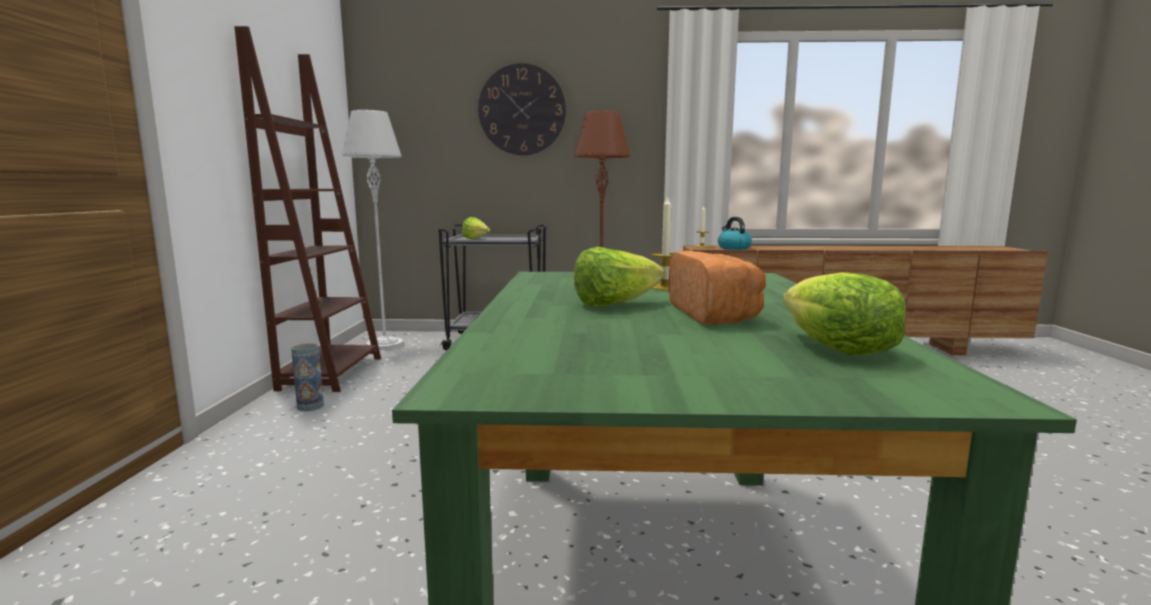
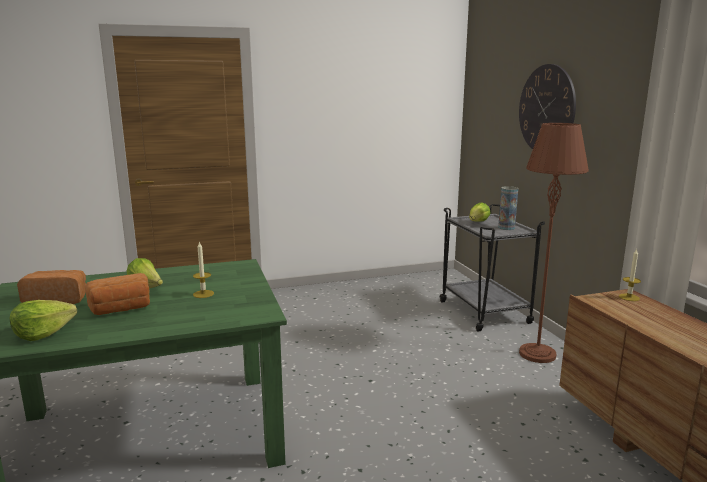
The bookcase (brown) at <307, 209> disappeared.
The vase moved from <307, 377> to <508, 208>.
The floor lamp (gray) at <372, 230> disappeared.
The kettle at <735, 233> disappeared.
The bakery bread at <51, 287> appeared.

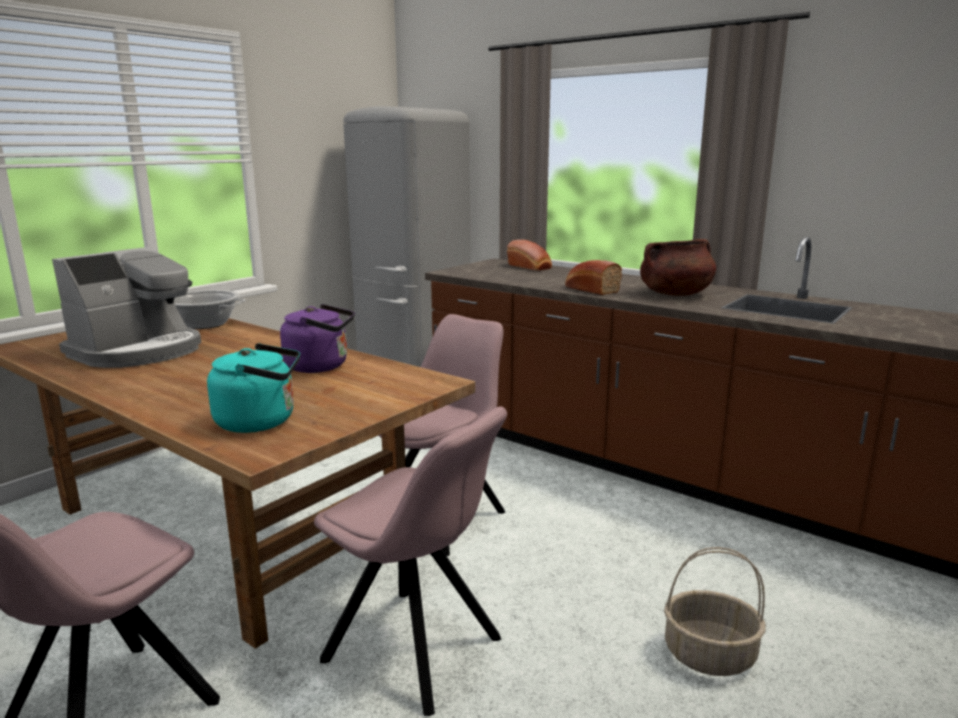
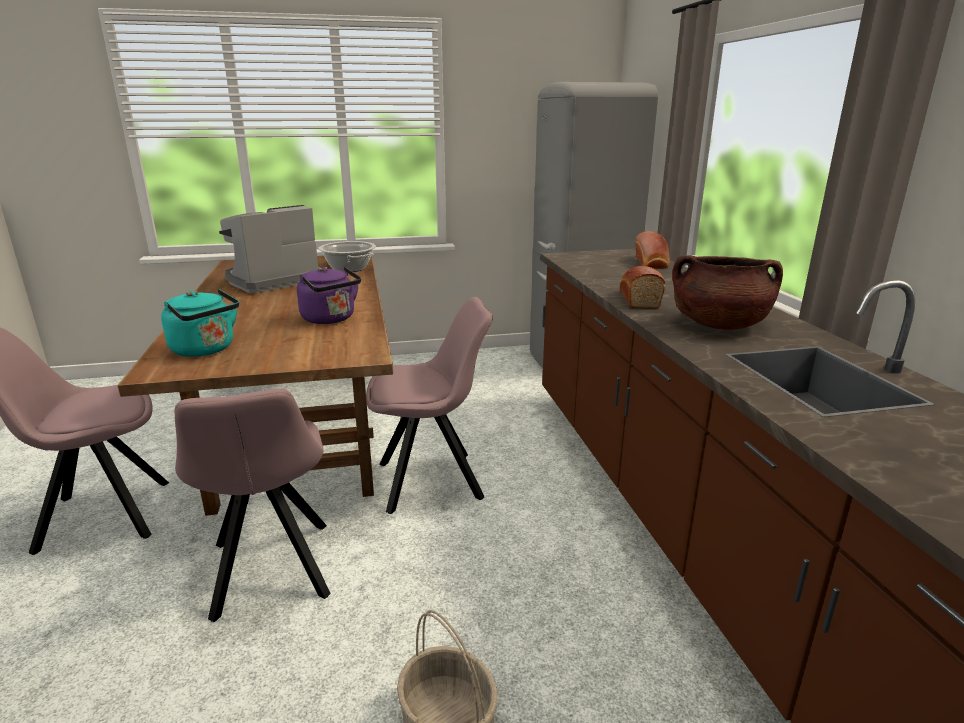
The coffee maker at <126, 307> turned 150 degrees clockwise.

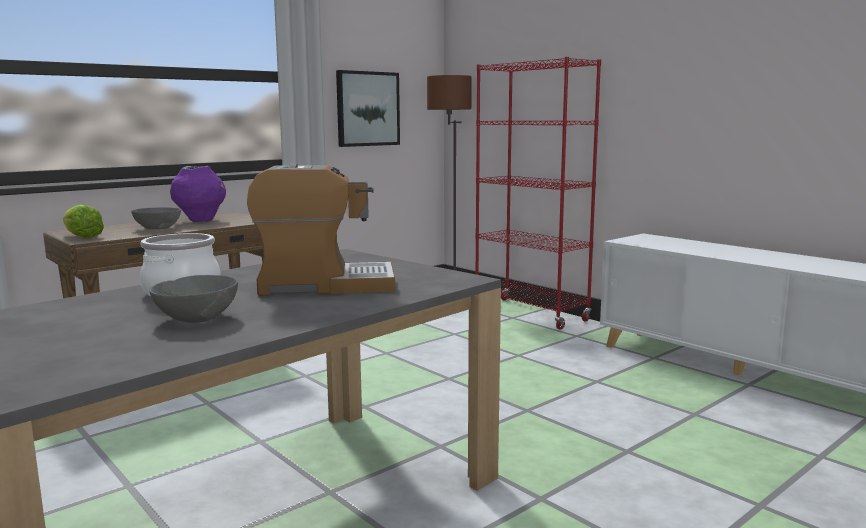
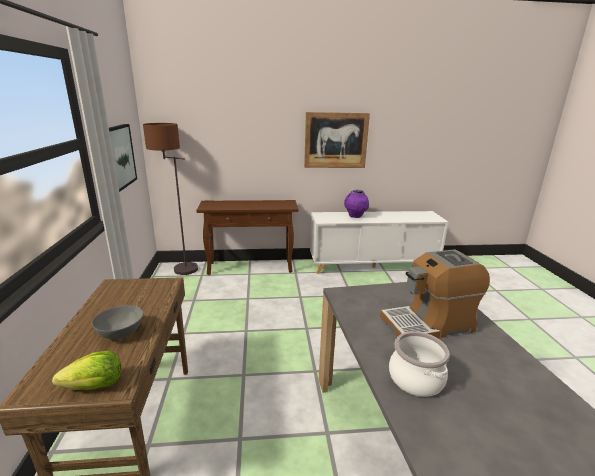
The bowl (gray) at <193, 299> disappeared.
The vase (purplish) moved from <198, 194> to <356, 204>.
The coffee maker at <321, 229> turned 135 degrees counterclockwise.
The bookcase (reddish) at <538, 193> was replaced by the narrow table (brown) at <247, 237>.
The picture at <337, 140> appeared.

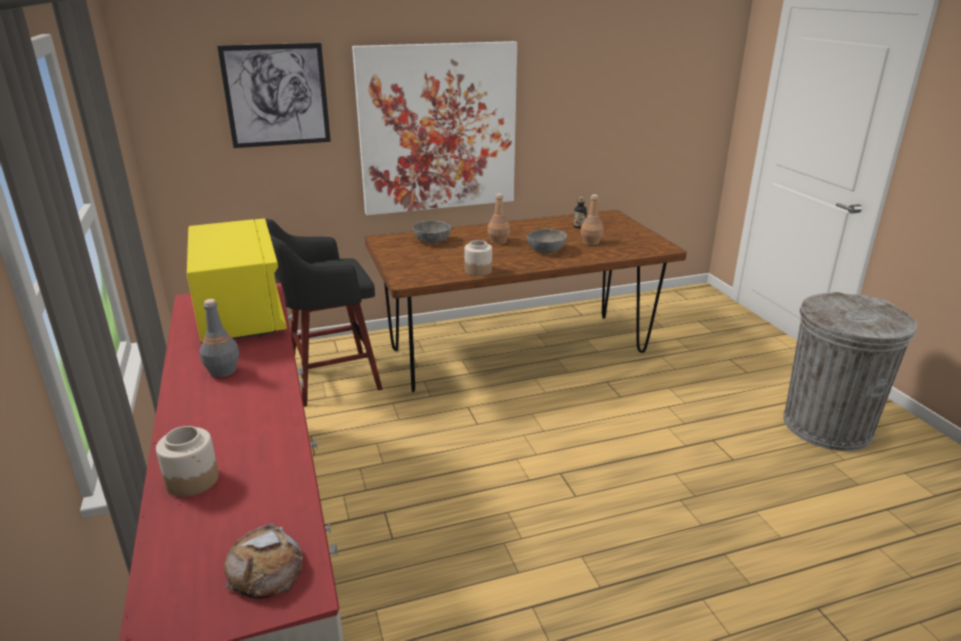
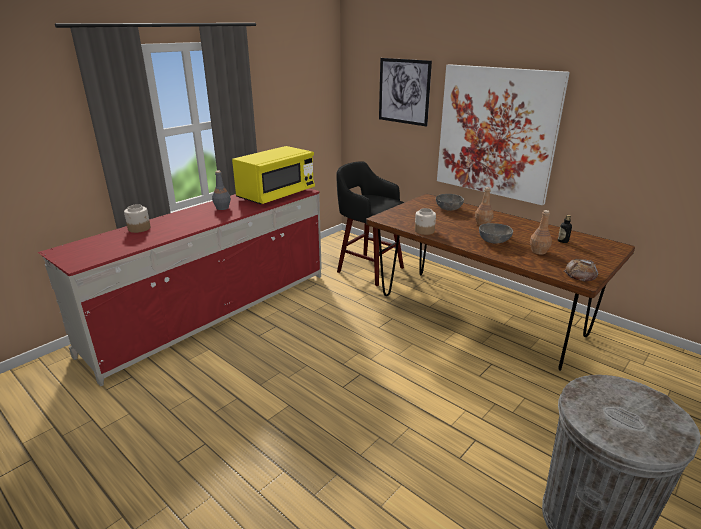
The bakery bread moved from <263, 561> to <581, 270>.

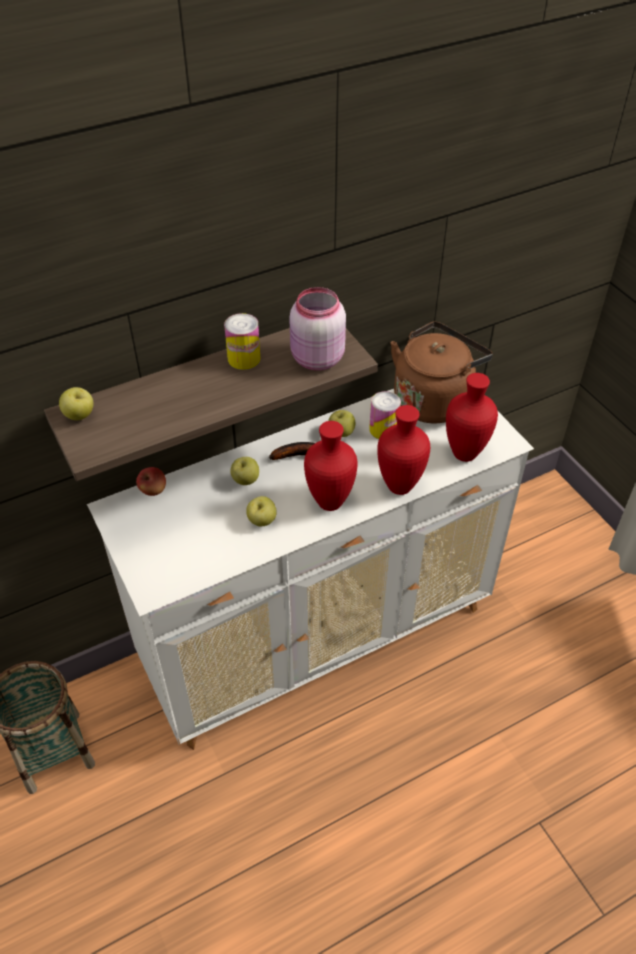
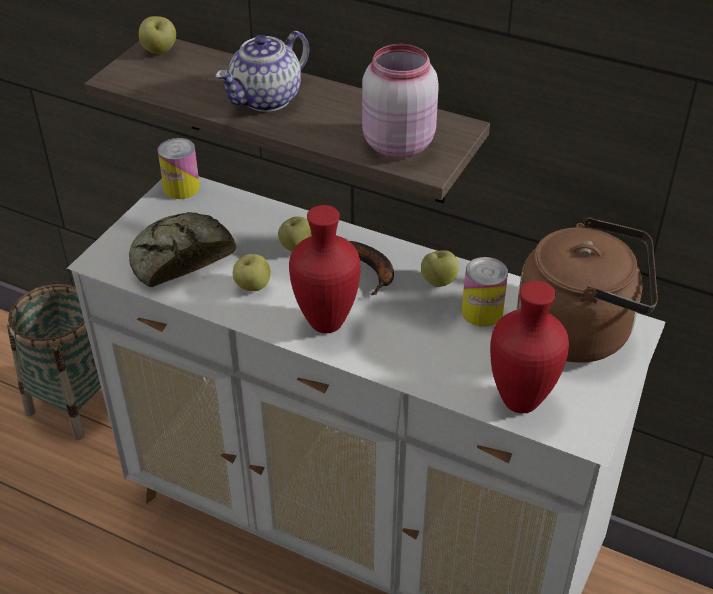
The apple fruit at <151, 481> disappeared.
The sealed can moved from <242, 341> to <179, 168>.
The vase (reddish) at <403, 450> disappeared.
The bakery bread at <182, 249> appeared.
The teapot at <262, 71> appeared.

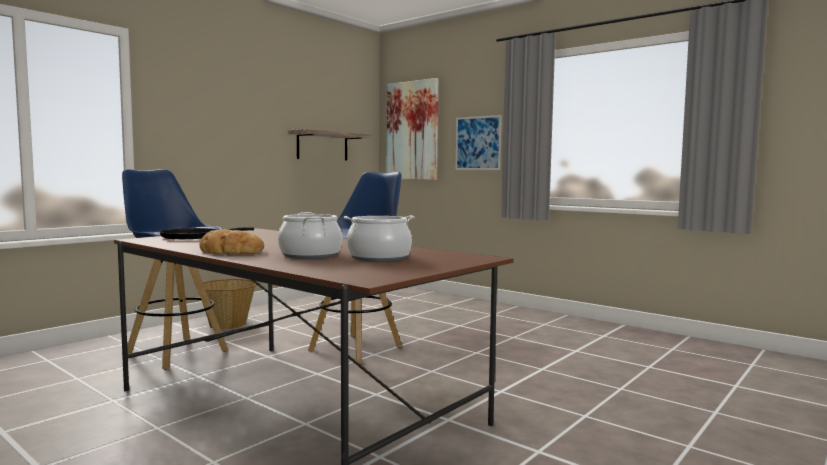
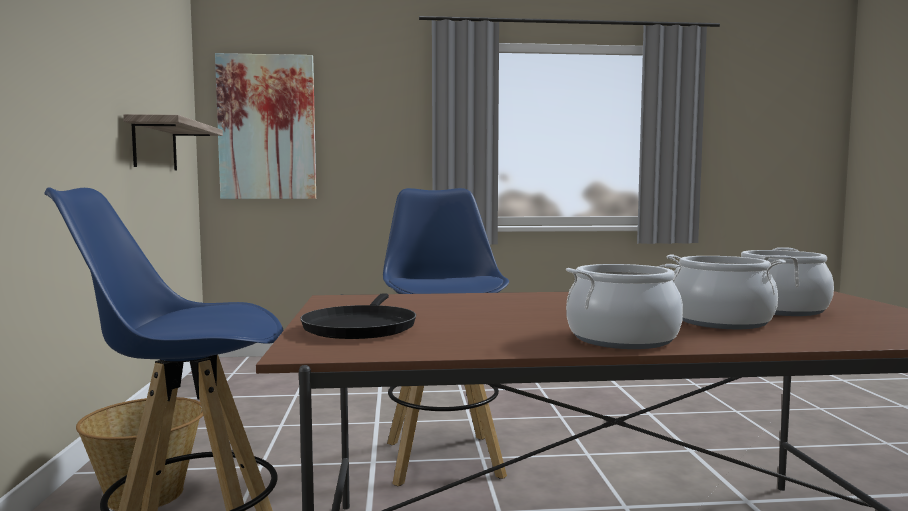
The bakery bread at <231, 241> was replaced by the saucepot at <624, 306>.
The picture at <478, 142> disappeared.

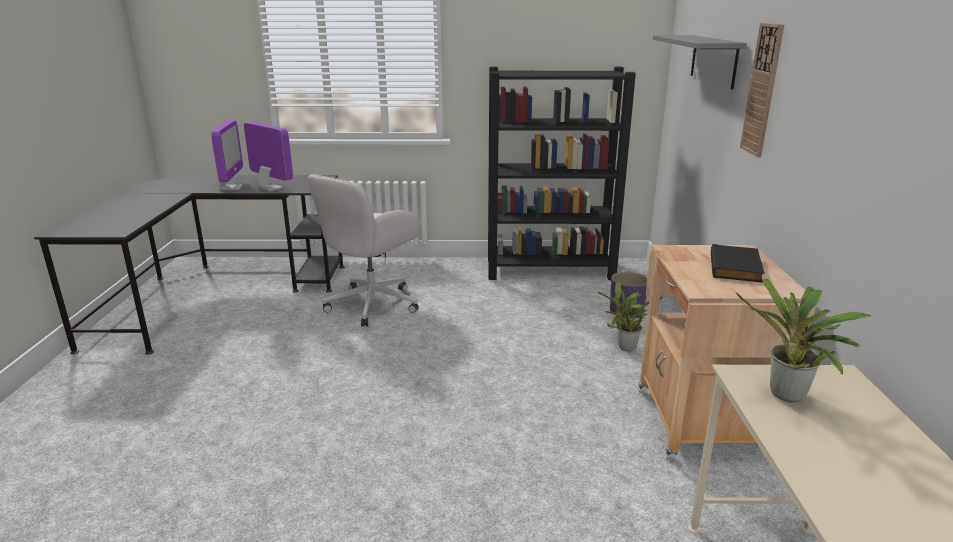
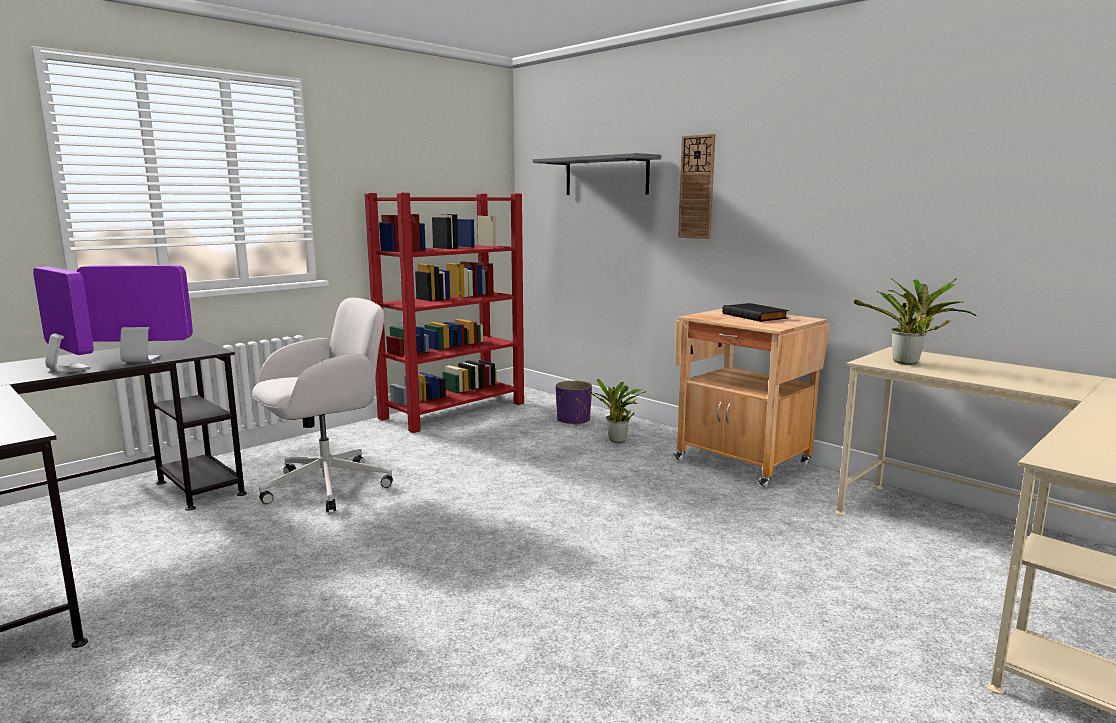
The computer chair (whitish) at <363, 250> turned 120 degrees counterclockwise.
The bookcase (blackish) at <562, 173> became the bookcase (reddish) at <444, 313>.

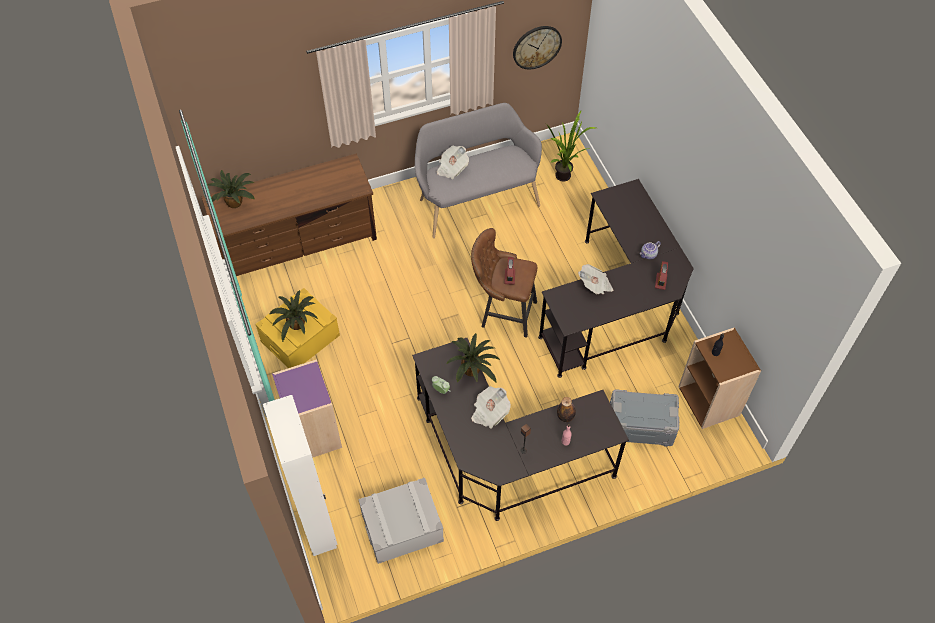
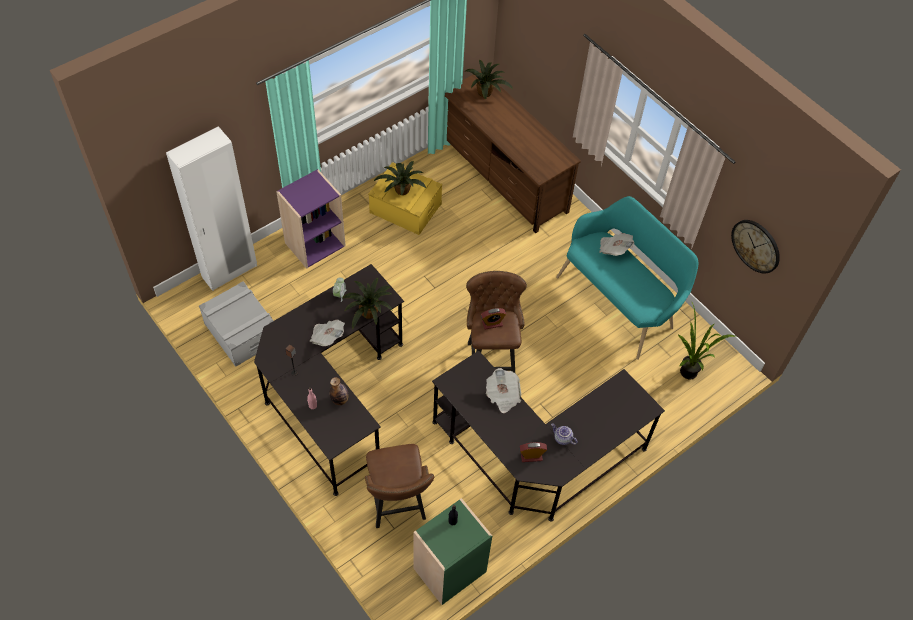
The indoor bench (gray) at <478, 170> became the indoor bench (blue-green) at <627, 278>.
The storage box (gray) at <644, 418> was replaced by the stool (brown) at <399, 486>.
The bookcase (brown) at <719, 378> became the bookcase (green) at <453, 551>.

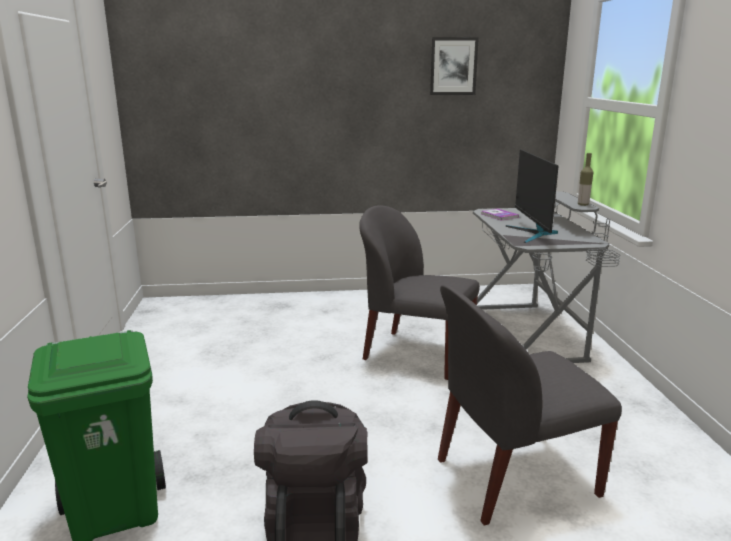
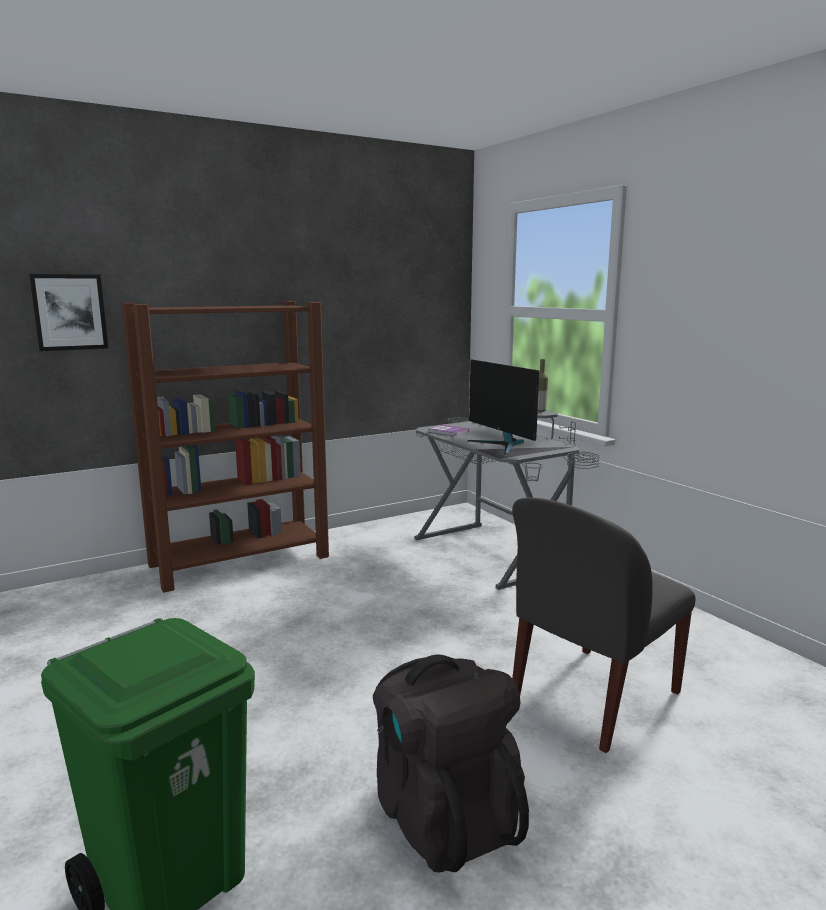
The plain chair (gray) at <419, 292> disappeared.
The picture moved from <454, 66> to <68, 312>.
The bookcase (brown) at <225, 446> appeared.

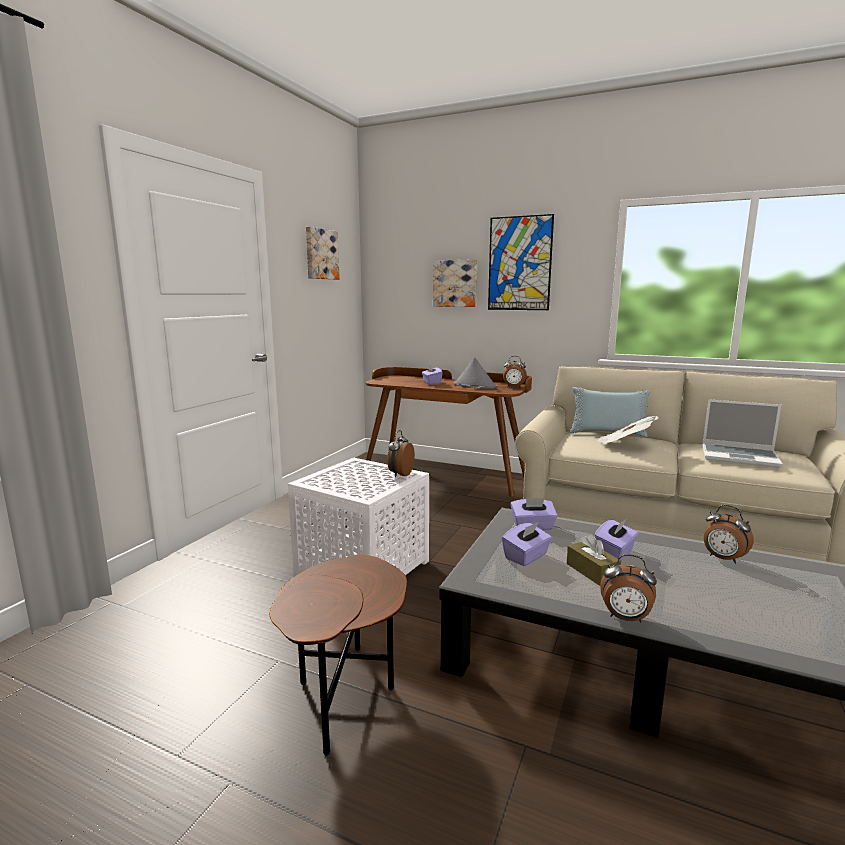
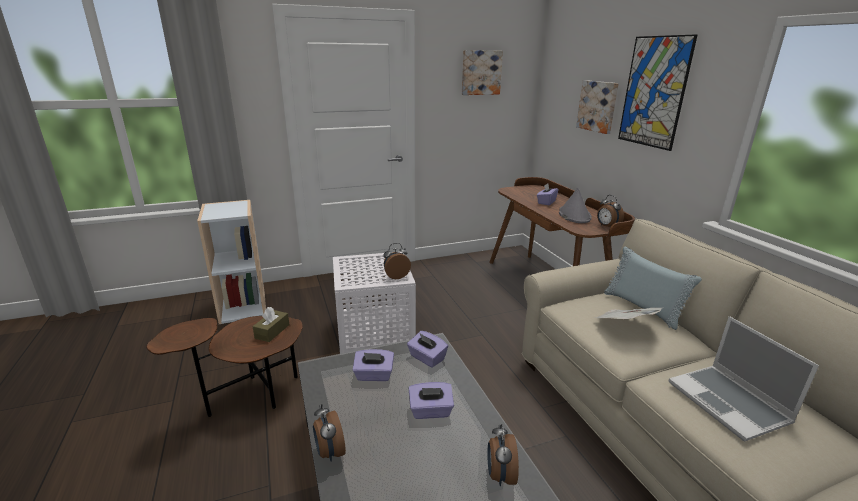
The tissue holder (brown) moved from <594, 560> to <271, 324>.
The bookcase at <231, 262> appeared.

